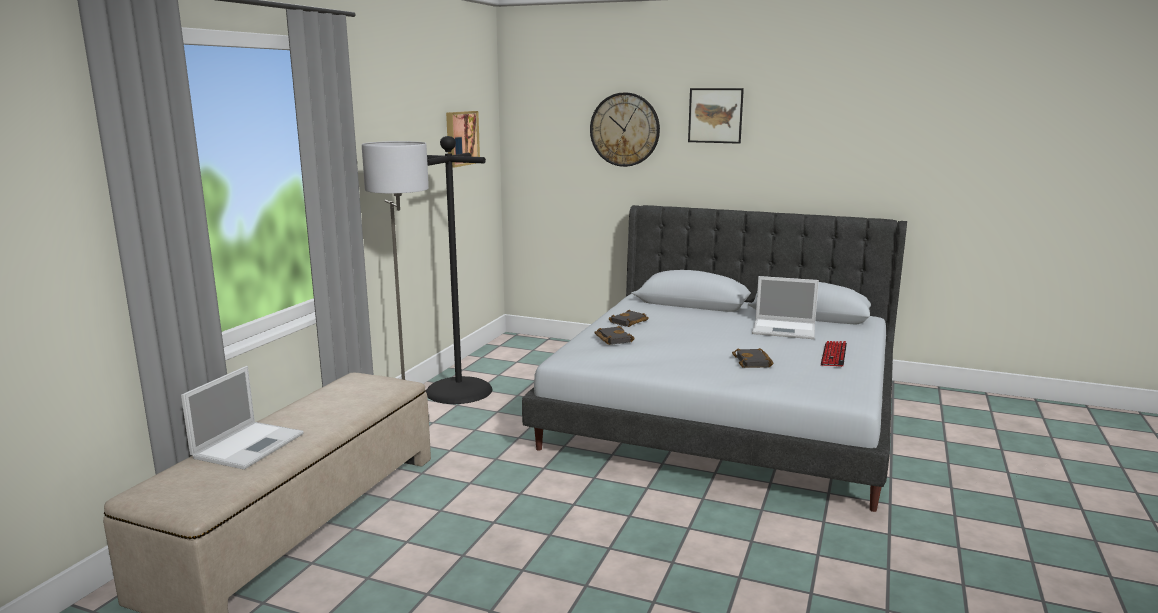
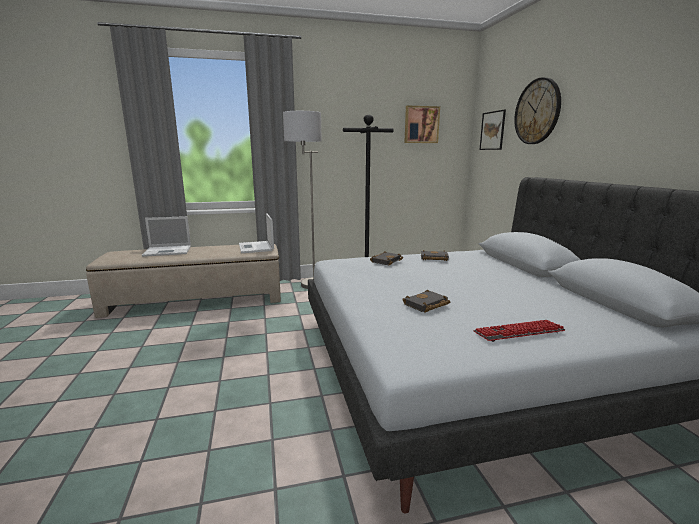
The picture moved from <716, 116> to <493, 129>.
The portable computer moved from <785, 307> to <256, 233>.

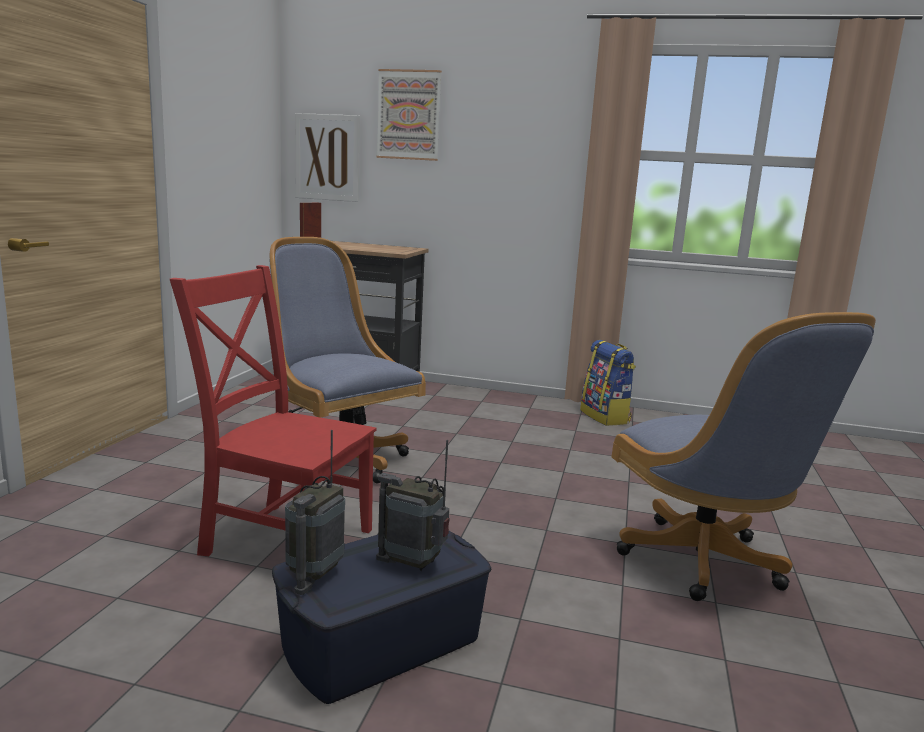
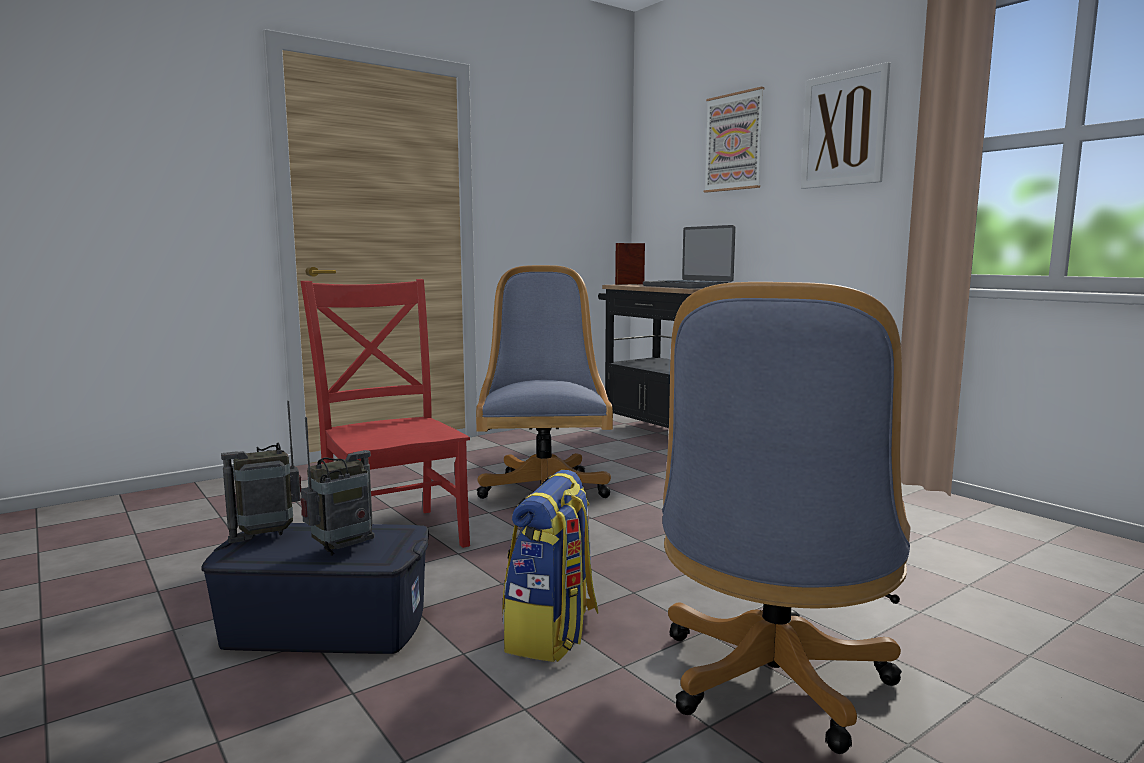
The picture moved from <327, 157> to <845, 125>.
The radio receiver at <413, 505> turned 75 degrees clockwise.
The backpack moved from <608, 383> to <550, 566>.
The portable computer at <689, 257> appeared.

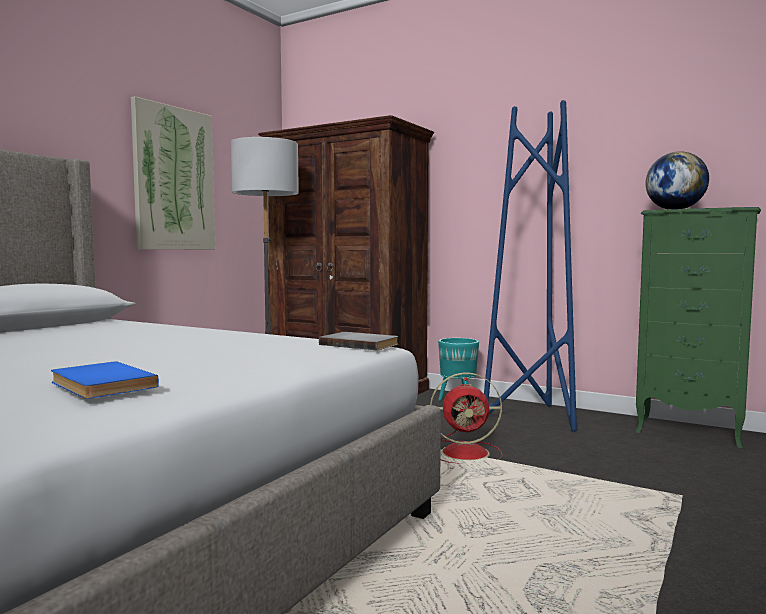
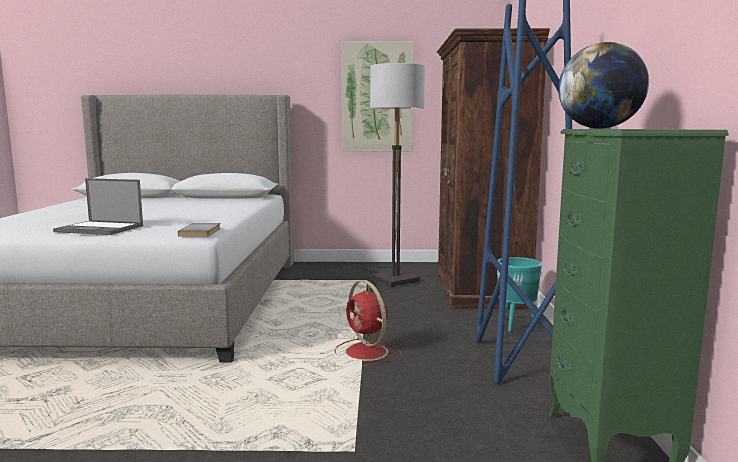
The bound book (blue) at <105, 380> disappeared.
The portable computer at <98, 206> appeared.

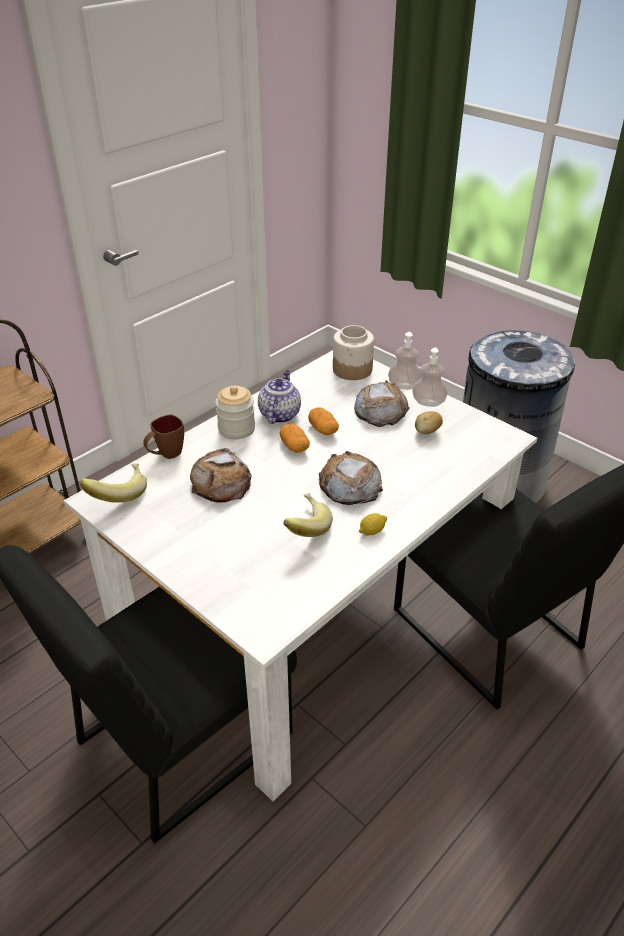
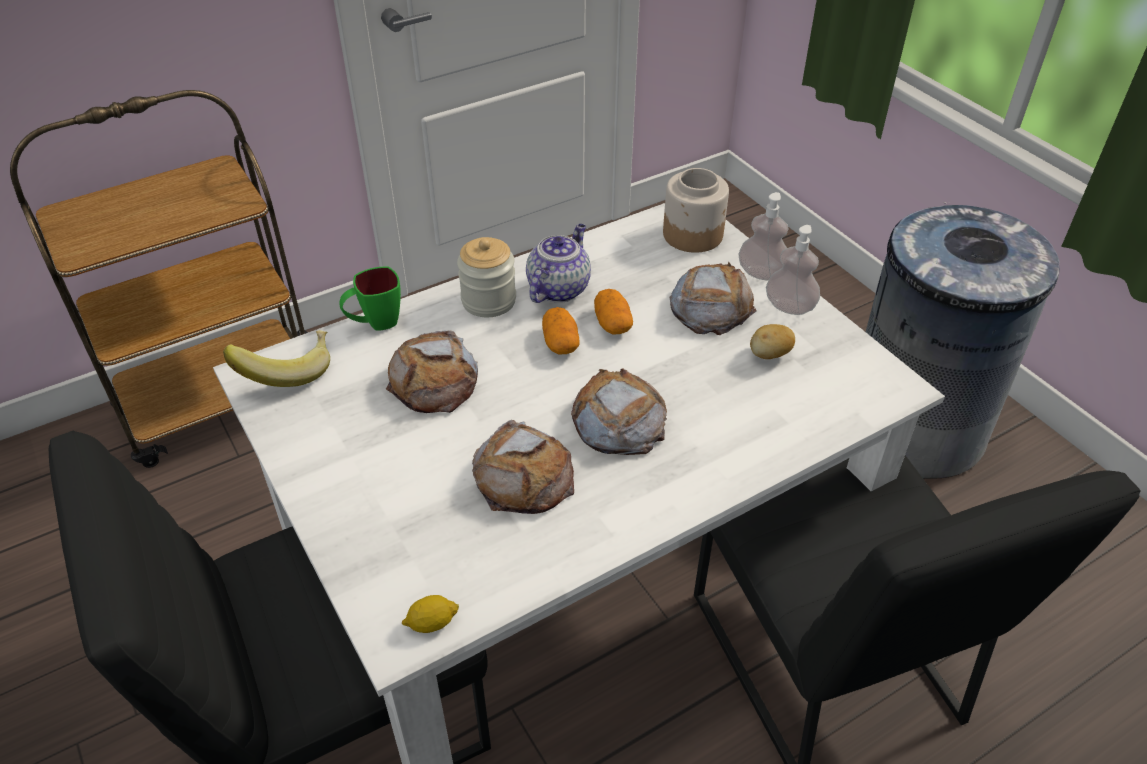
The coffee mug (brown) at <163, 436> became the coffee mug (green) at <370, 299>.
The banana at <308, 515> was replaced by the bakery bread at <523, 467>.
The citrus fruit moved from <373, 524> to <430, 614>.

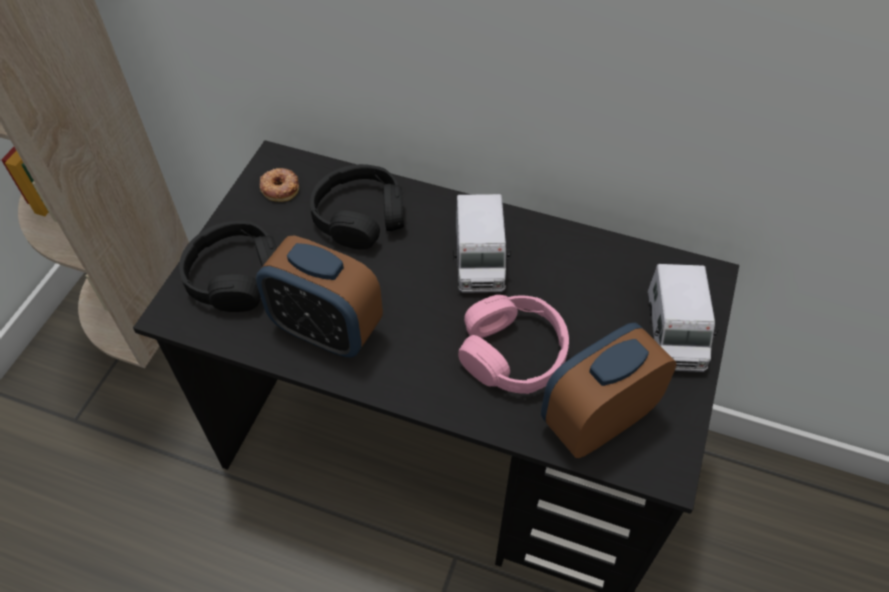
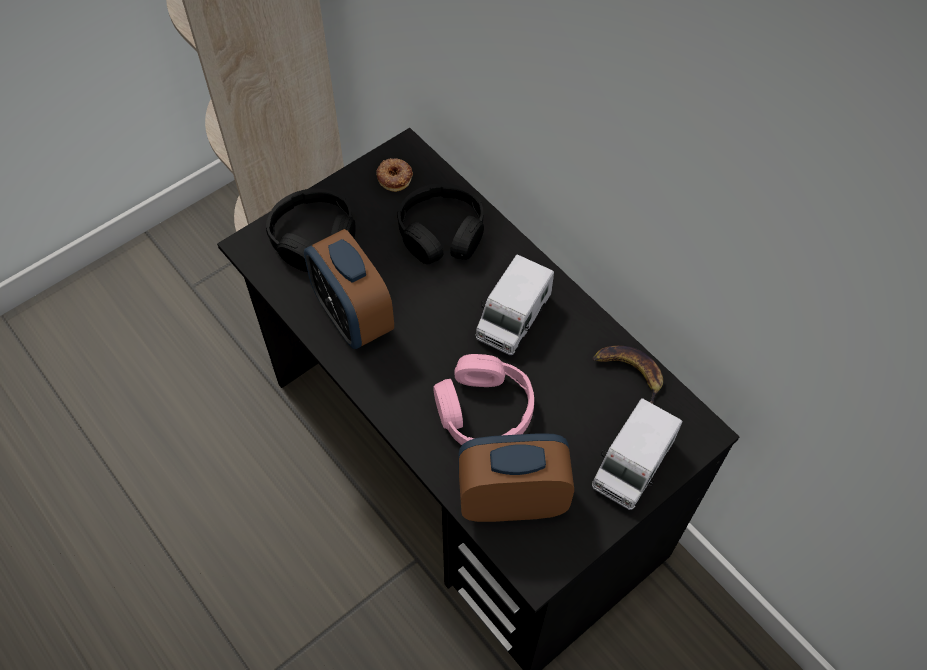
The banana at <628, 375> appeared.

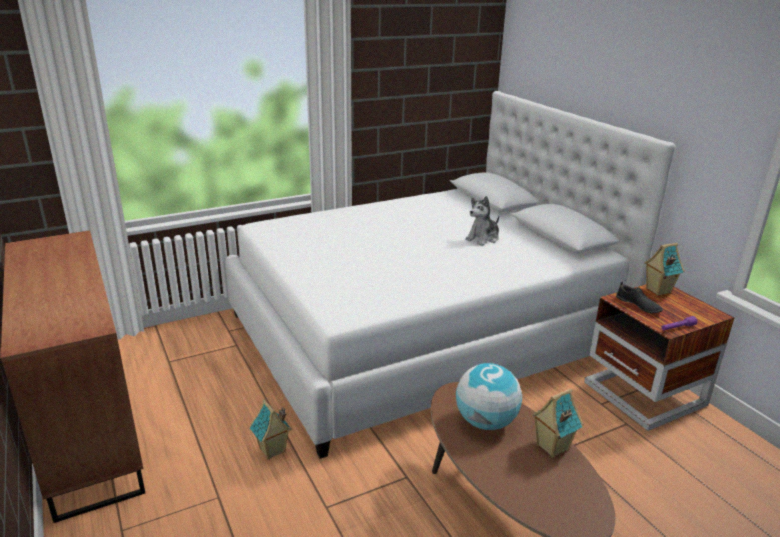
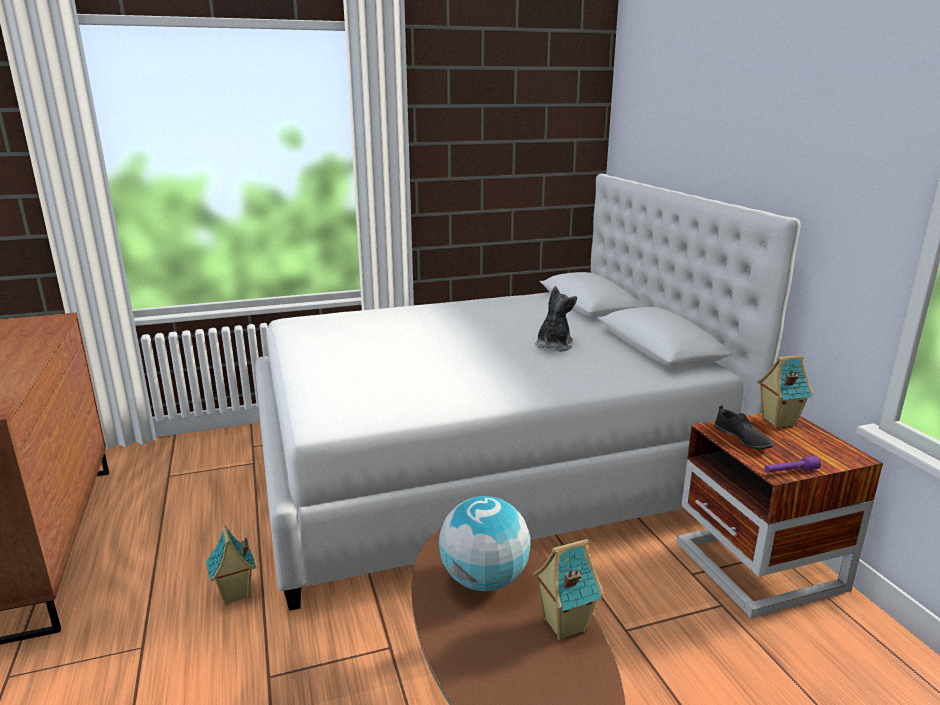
The cuddly toy at <482, 221> turned 150 degrees clockwise.

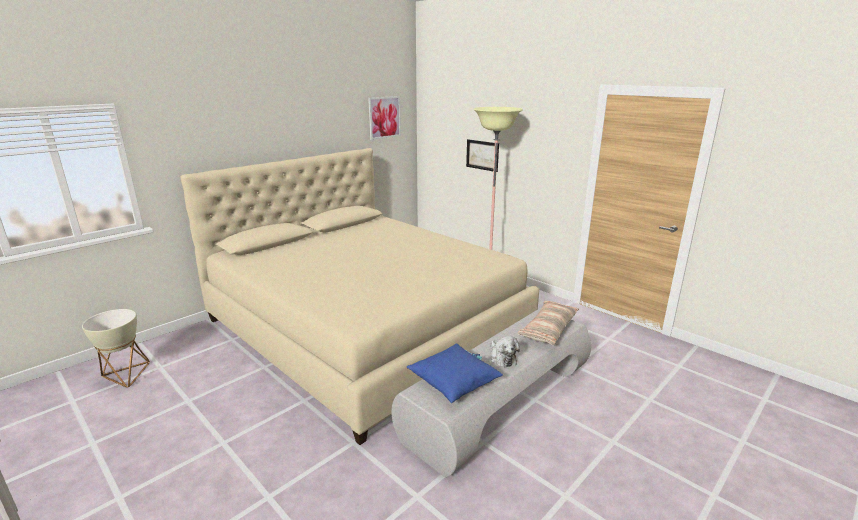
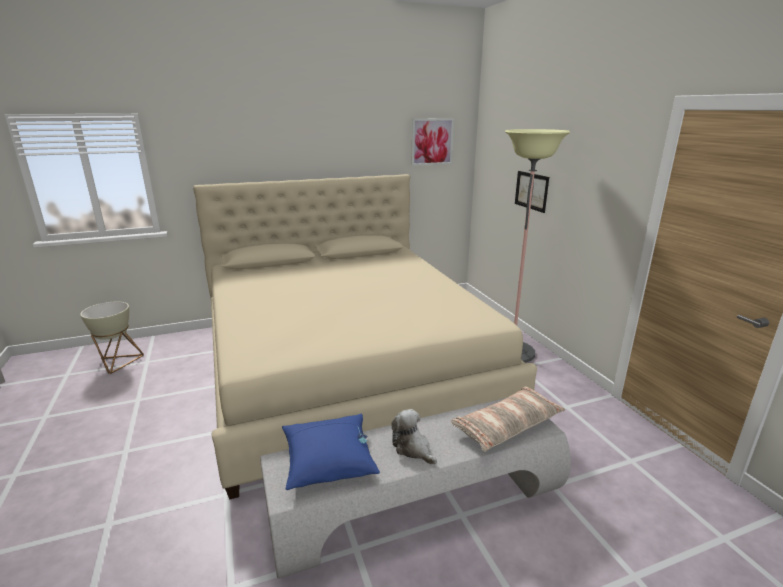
The cuddly toy at <505, 351> turned 135 degrees clockwise.

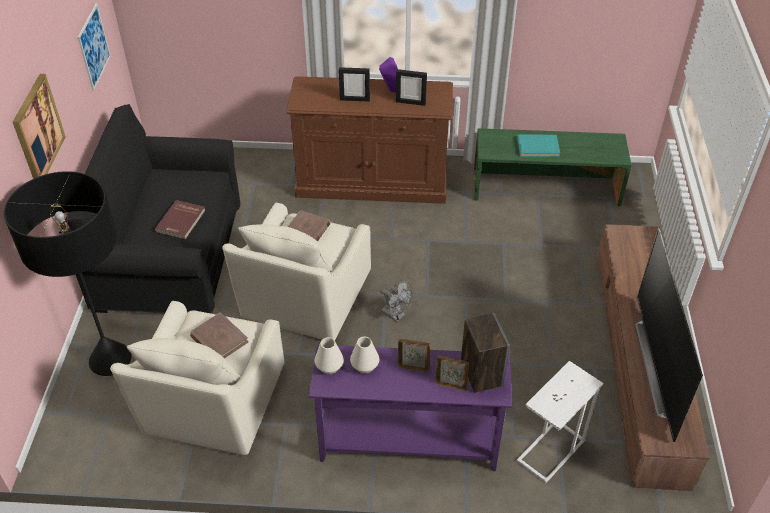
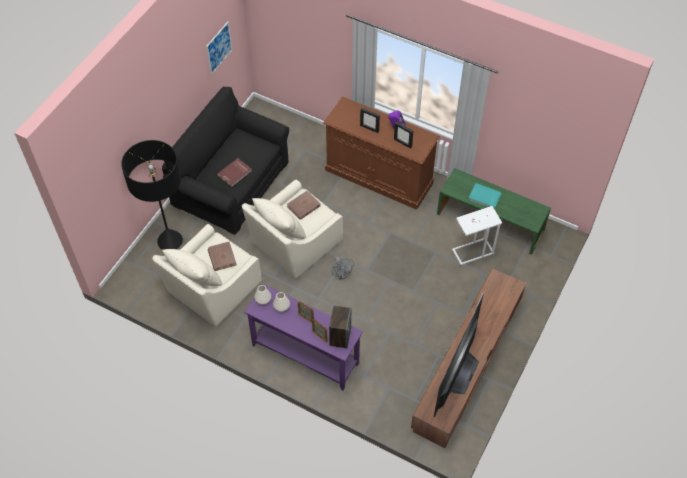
The picture at <39, 126> disappeared.
The accent table (whitish) moved from <559, 422> to <477, 235>.

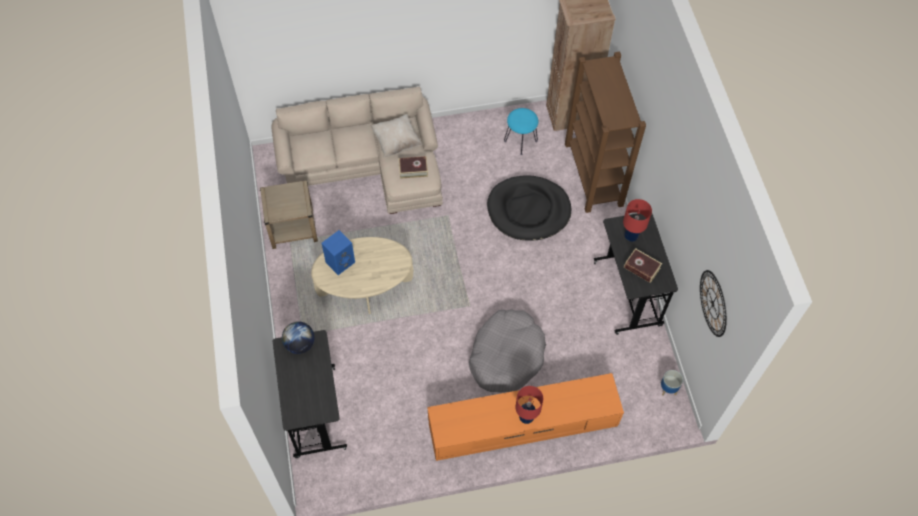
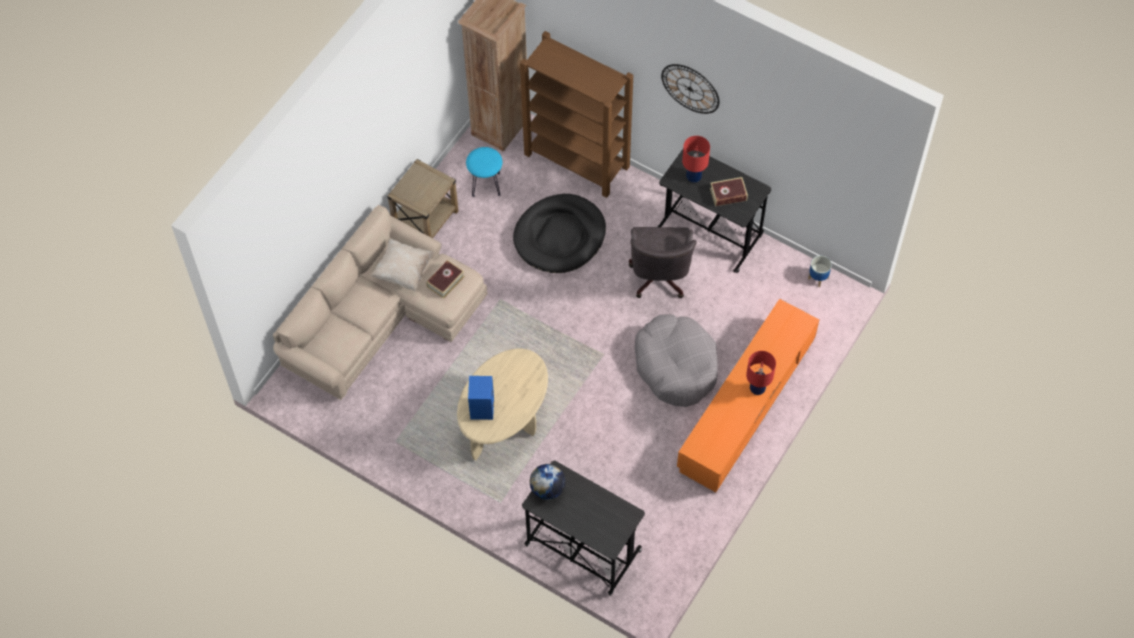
The accent table (beige-coloured) moved from <289, 214> to <423, 198>.
The hanging clock moved from <713, 303> to <690, 89>.
The computer chair (gray) at <663, 262> appeared.

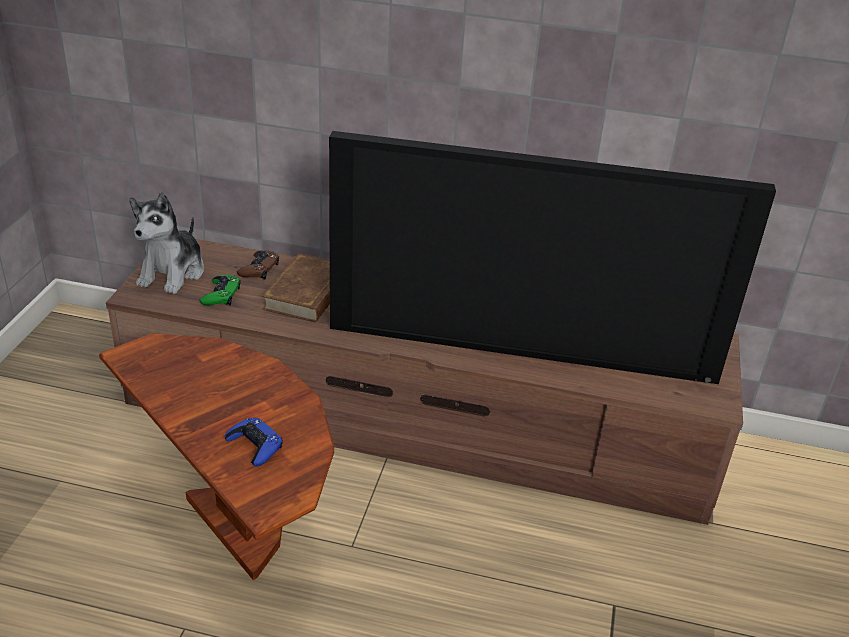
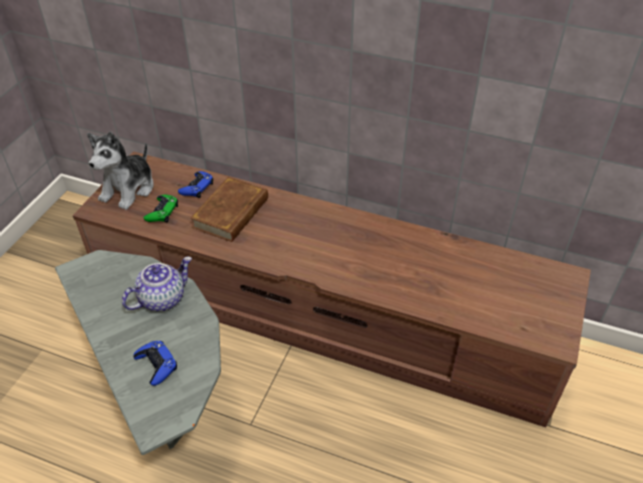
The accent table (brown) at <216, 456> became the accent table (gray) at <138, 352>.
The joypad (brown) at <258, 264> became the joypad (blue) at <195, 184>.
The TV at <552, 257> disappeared.
The teapot at <157, 283> appeared.

